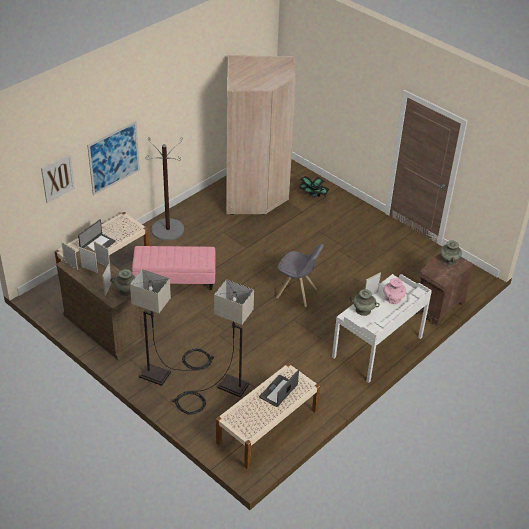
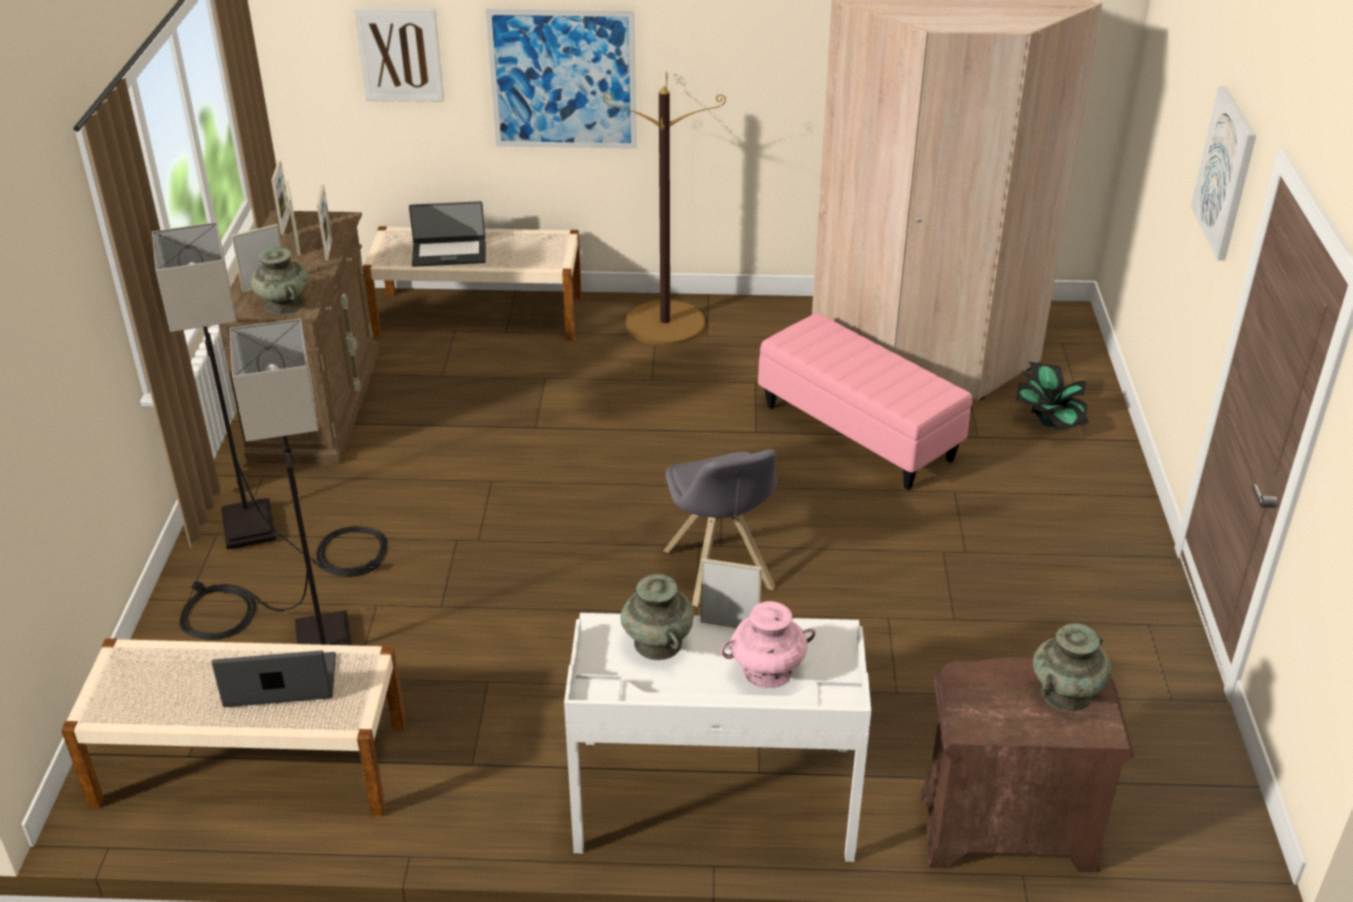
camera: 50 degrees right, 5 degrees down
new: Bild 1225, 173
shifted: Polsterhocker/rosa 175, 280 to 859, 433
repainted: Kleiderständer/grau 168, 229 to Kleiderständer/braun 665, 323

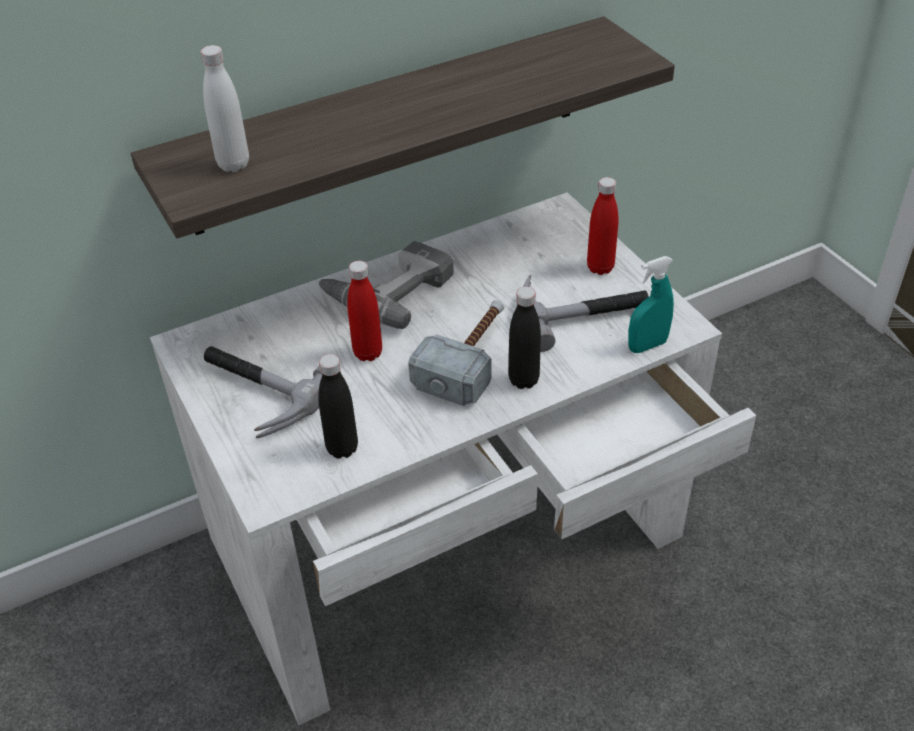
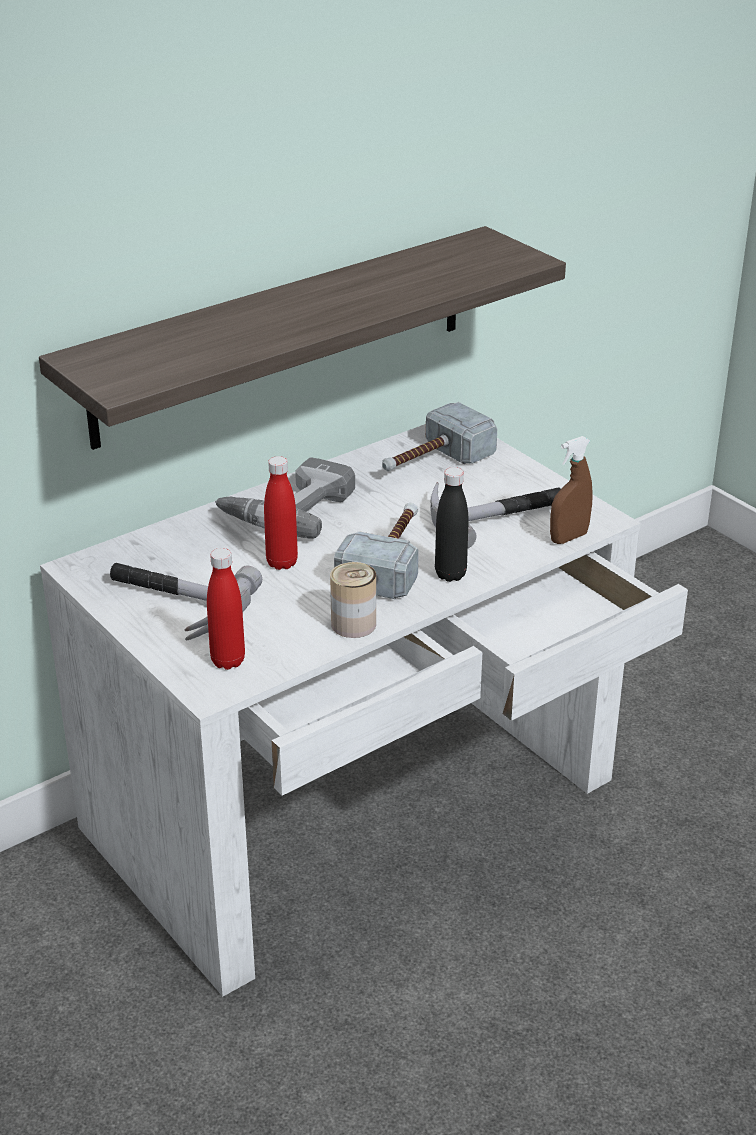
camera: 10 degrees left, 10 degrees down
gone: Flasche/weiß 233, 164; Flasche/schwarz 342, 448
new: Dose 353, 624; Hammer 432, 462
shifted: Flasche/rot 600, 268 to 228, 661
repainted: Sprühflasche/türkis 647, 346 to Sprühflasche/braun 568, 538

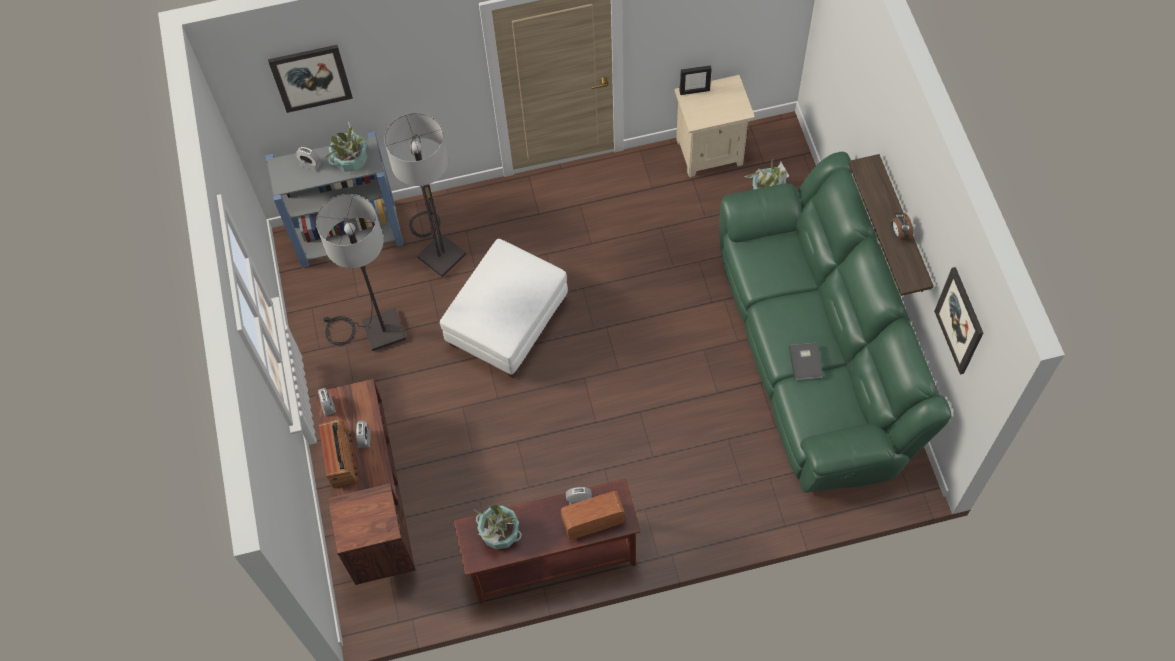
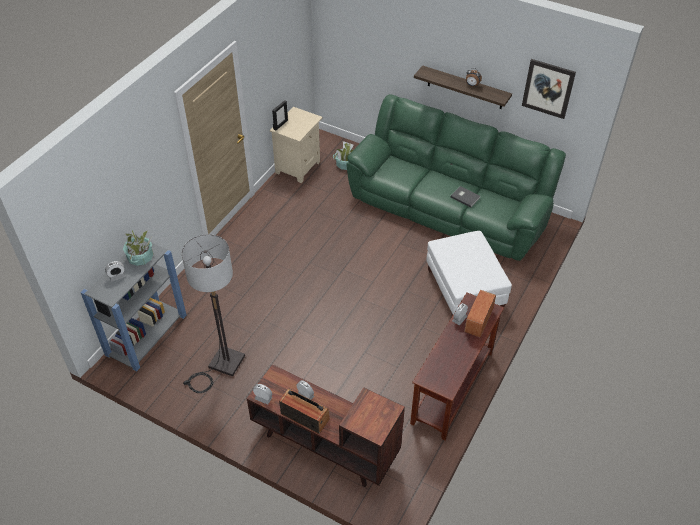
camera: 50 degrees left, 15 degrees down
gone: Bild 311, 78; Stehlampe 437, 247; Topfpflanze 500, 532
shifted: Polsterhocker/weiß 508, 323 to 464, 289

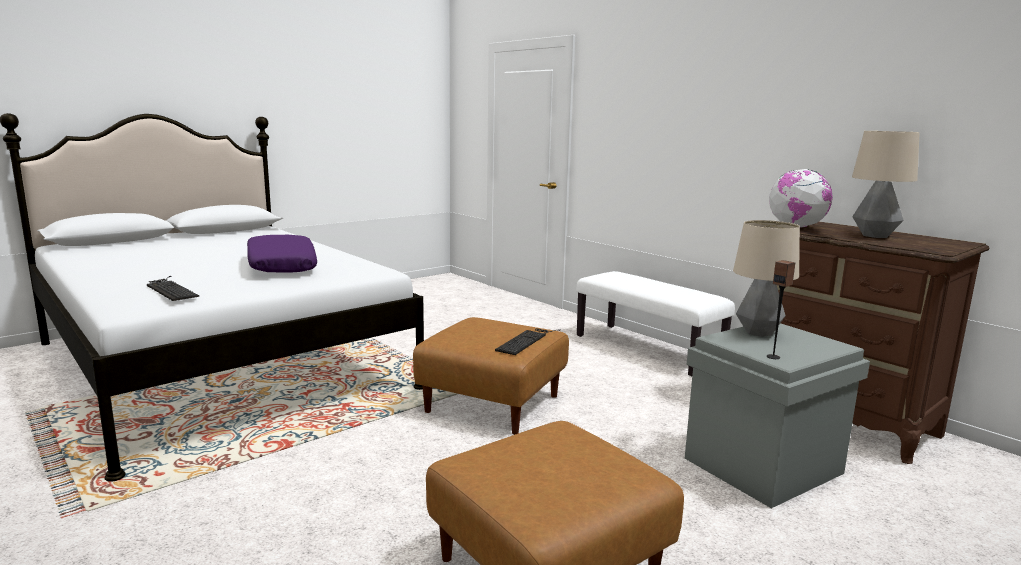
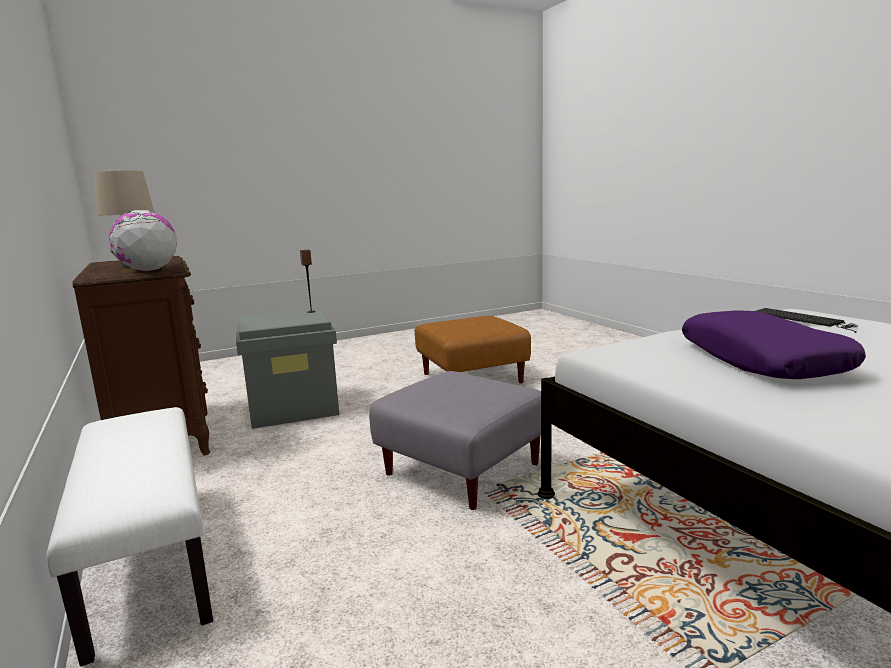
camera: 165 degrees left, 0 degrees up
gone: Tastatur 526, 340; Tischlampe 758, 332
repainted: Polsterhocker/braun 494, 403 to Polsterhocker/grau 461, 469

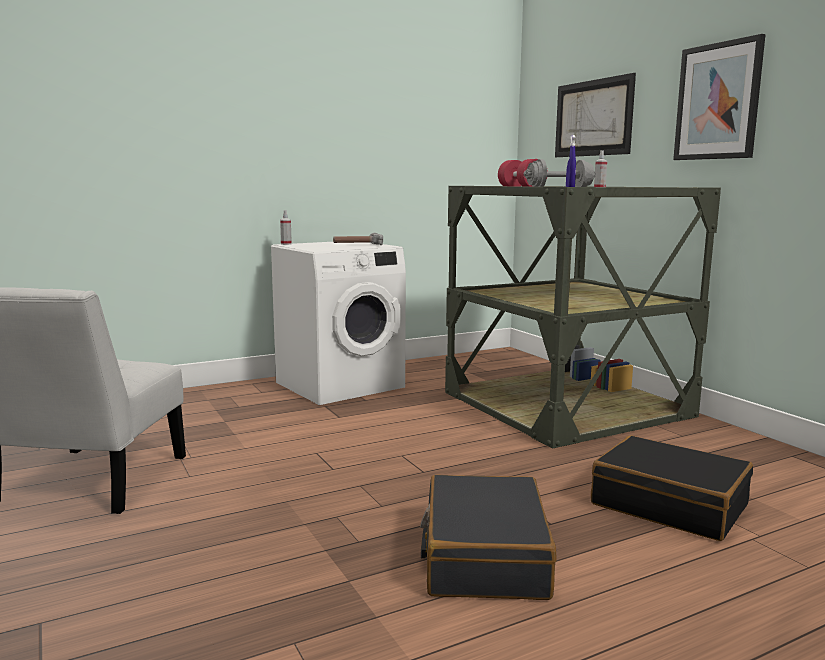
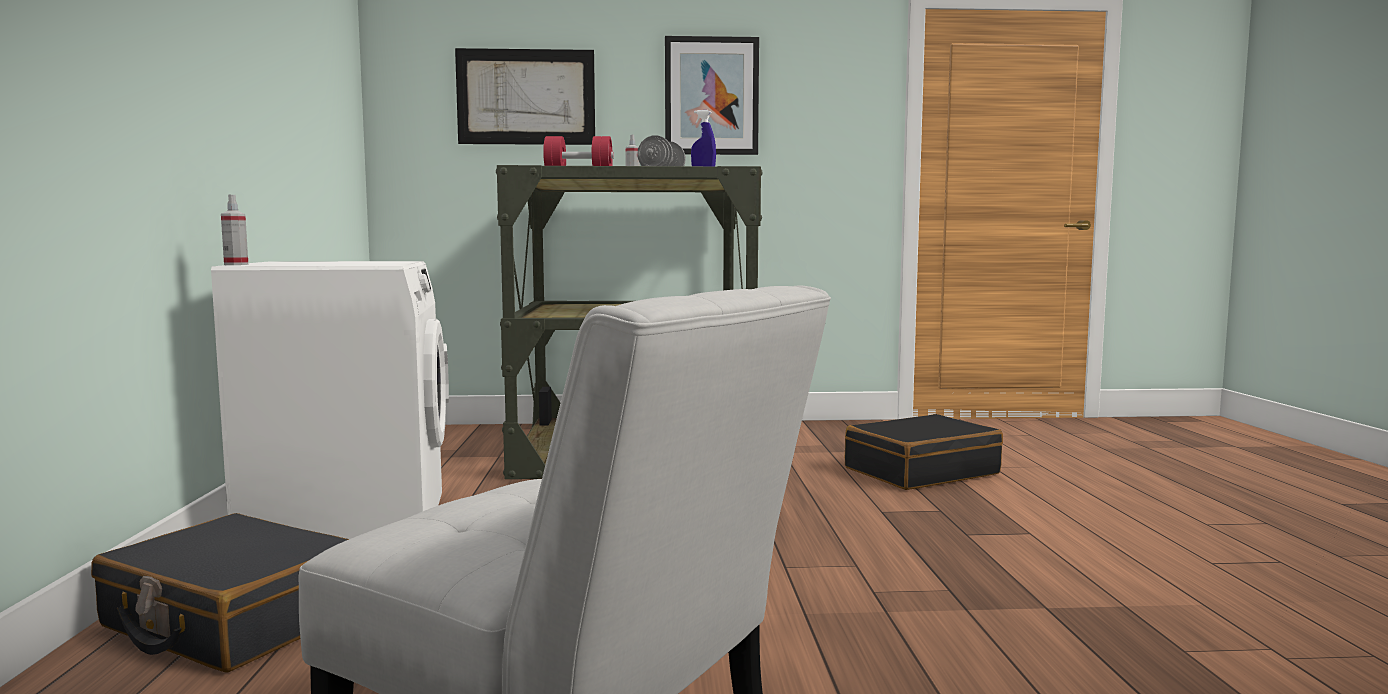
camera: 65 degrees left, 5 degrees down
gone: Hammer 360, 245
shifted: Koffer/schwarz 484, 556 to 232, 620

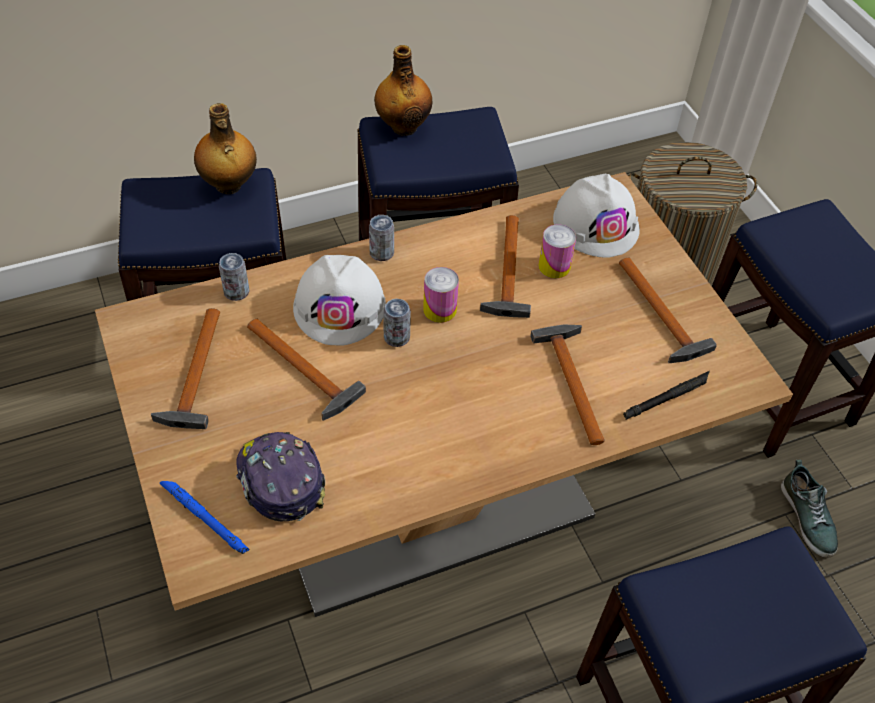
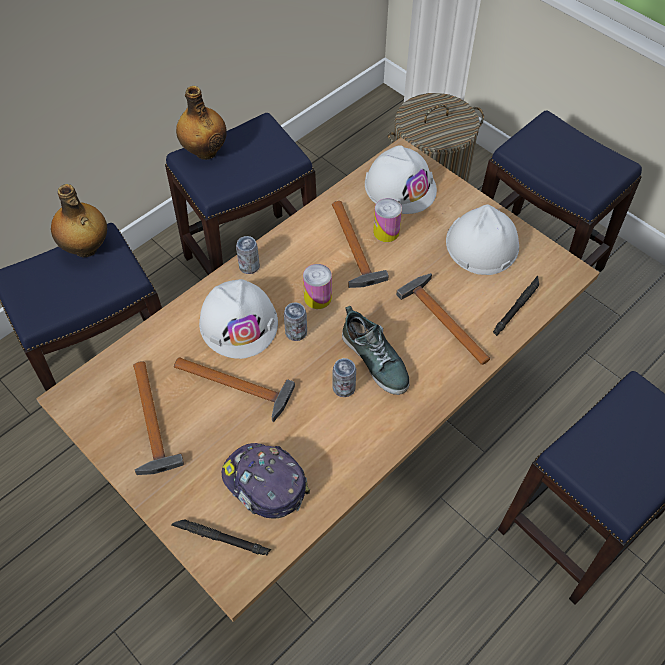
camera: 20 degrees left, 5 degrees up
shifted: Dose 236, 292 to 344, 388; Schuh 808, 517 to 375, 359
swapped: Hammer 661, 315 to Schutzhelm/weiß 481, 244
repainted: Taschenlampe/blau 204, 518 to Taschenlampe/schwarz 221, 538

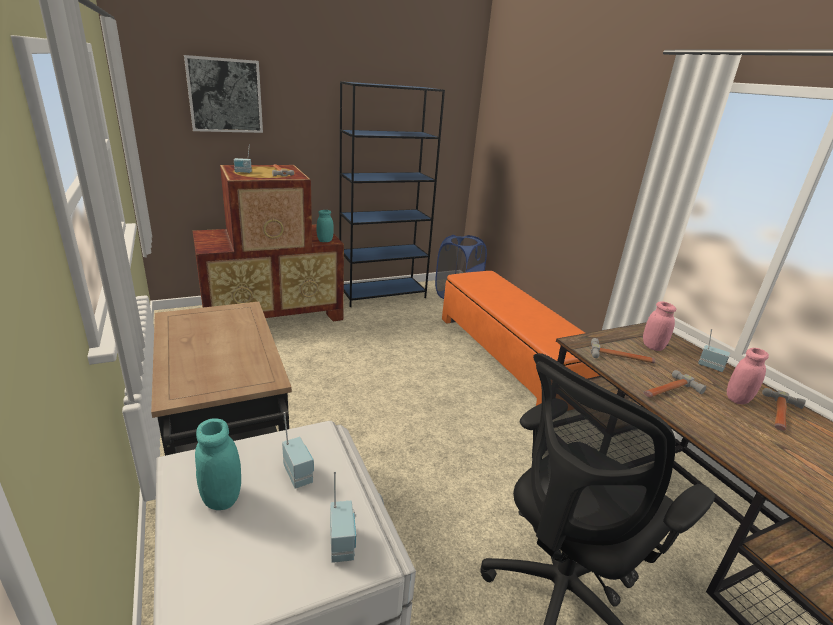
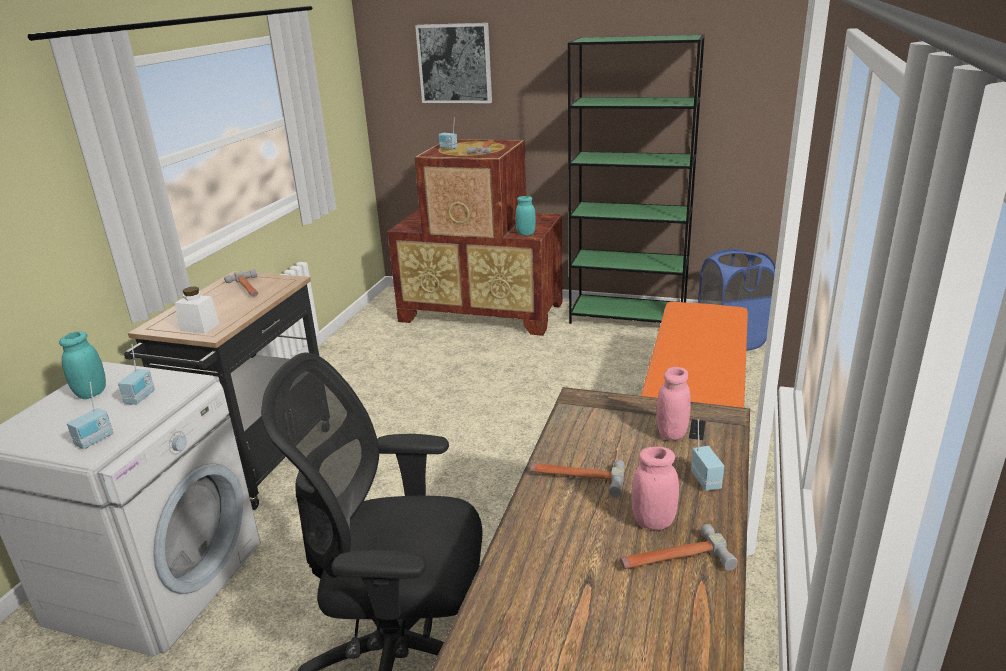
camera: 45 degrees right, 0 degrees up
new: Vorratsglas/weiß 200, 327
shifted: Hammer 621, 357 to 248, 288
repainted: Bücherregal/blau 383, 294 to Bücherregal/grün 628, 317

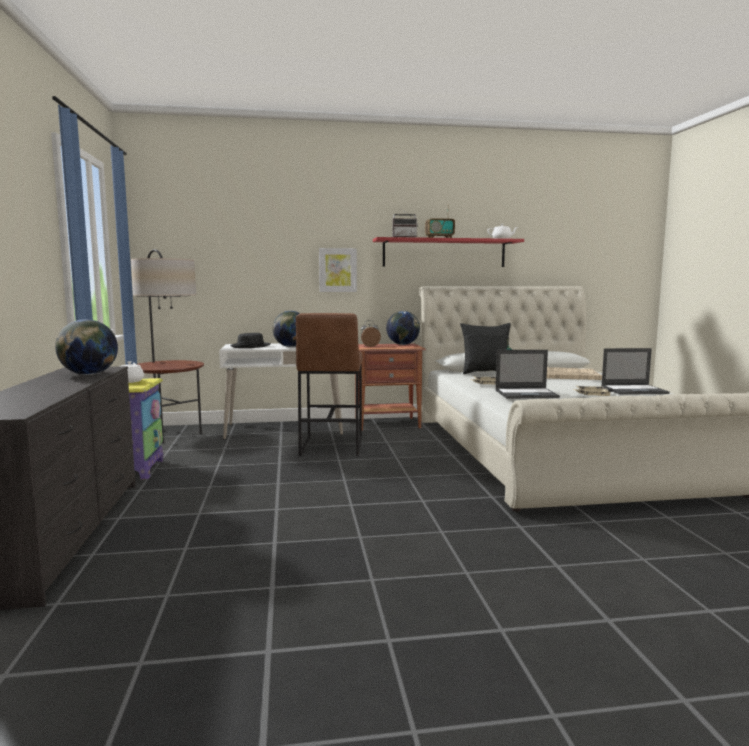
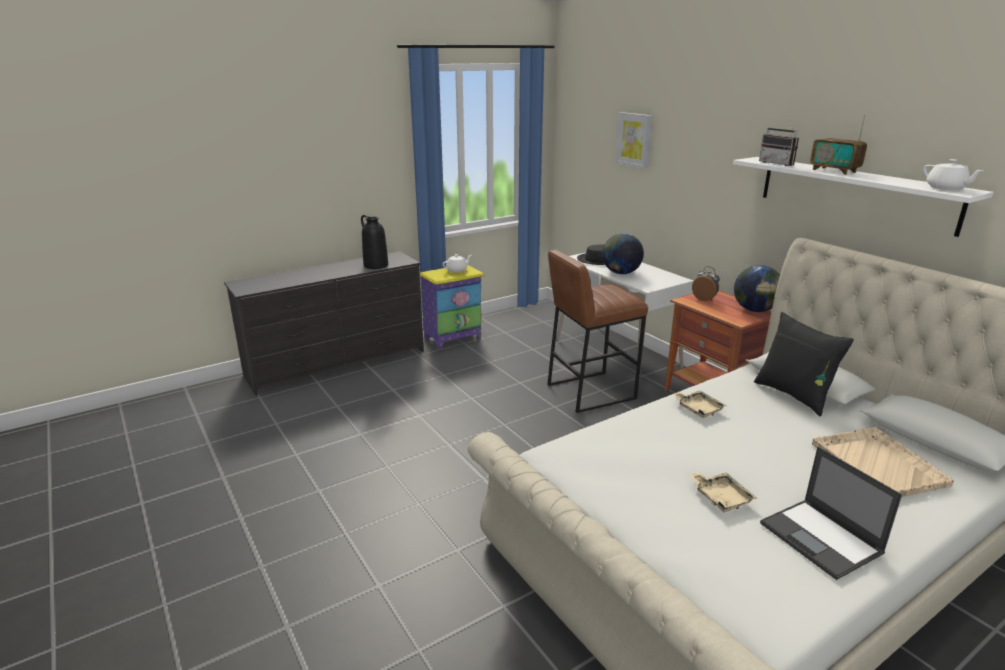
camera: 65 degrees right, 15 degrees up
gone: Stehlampe 171, 434; Laptop 527, 394
shifted: Bild 337, 270 to 634, 139
swapped: Globus 89, 374 to Vase/schwarz 375, 265
repainted: Wandregal/rot 444, 253 to Wandregal/weiß 854, 193

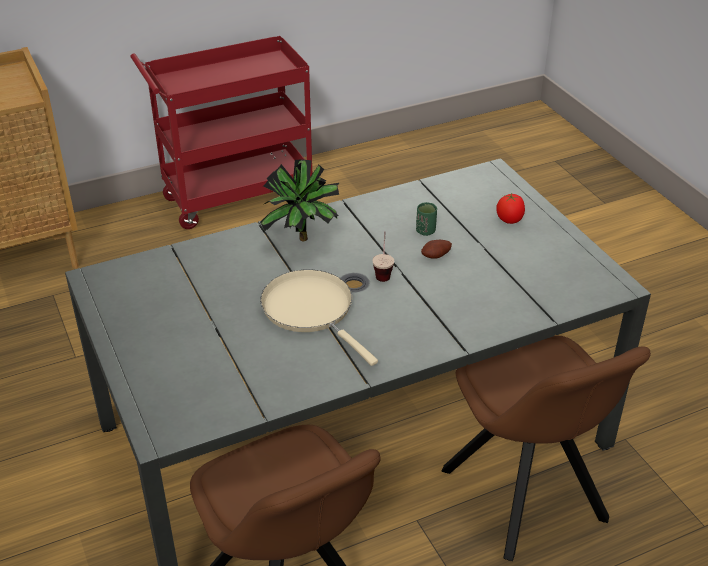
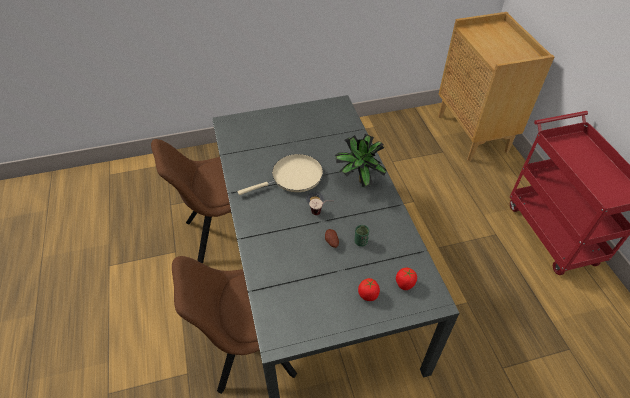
camera: 100 degrees right, 10 degrees up
new: Tomate 404, 284

